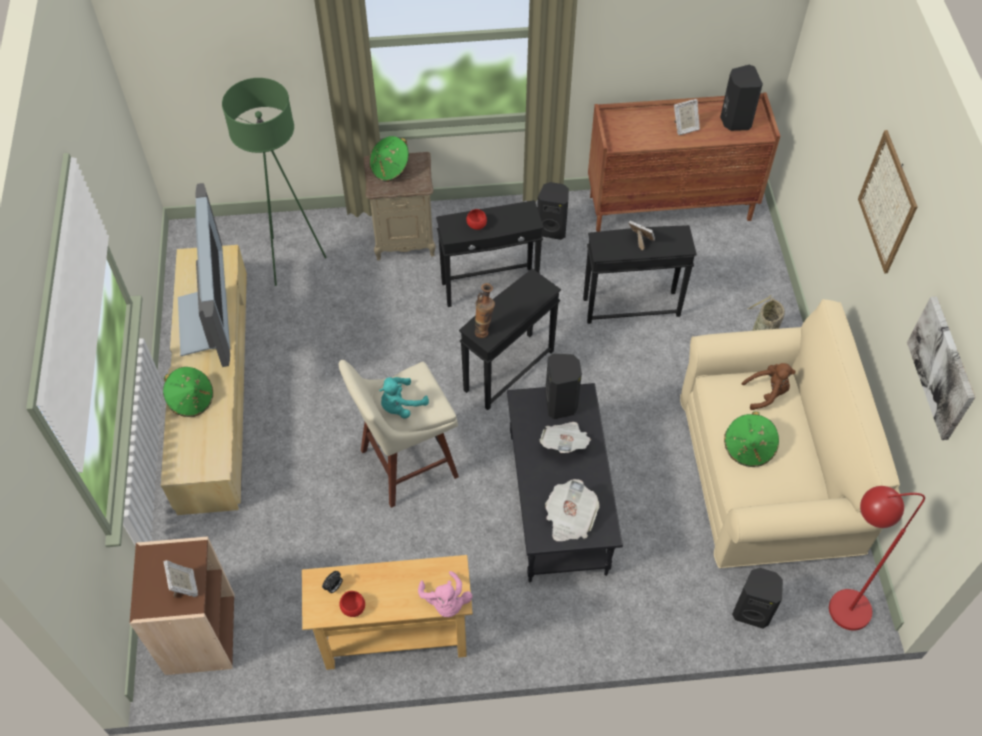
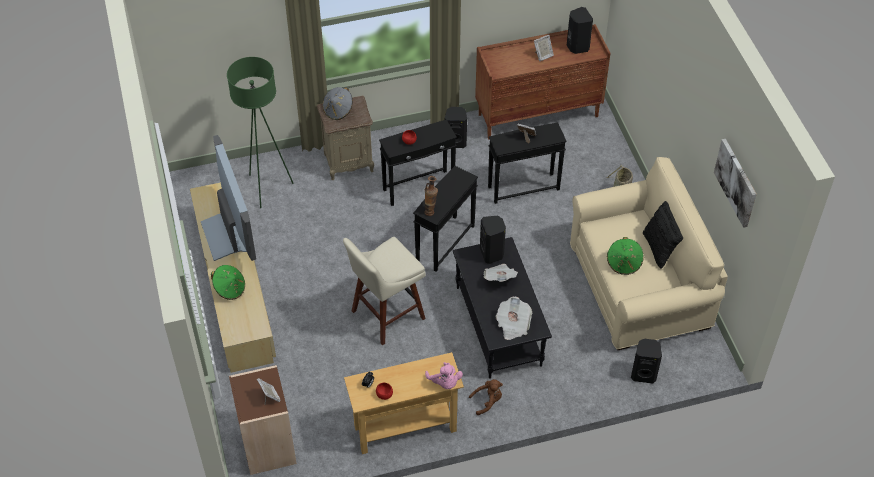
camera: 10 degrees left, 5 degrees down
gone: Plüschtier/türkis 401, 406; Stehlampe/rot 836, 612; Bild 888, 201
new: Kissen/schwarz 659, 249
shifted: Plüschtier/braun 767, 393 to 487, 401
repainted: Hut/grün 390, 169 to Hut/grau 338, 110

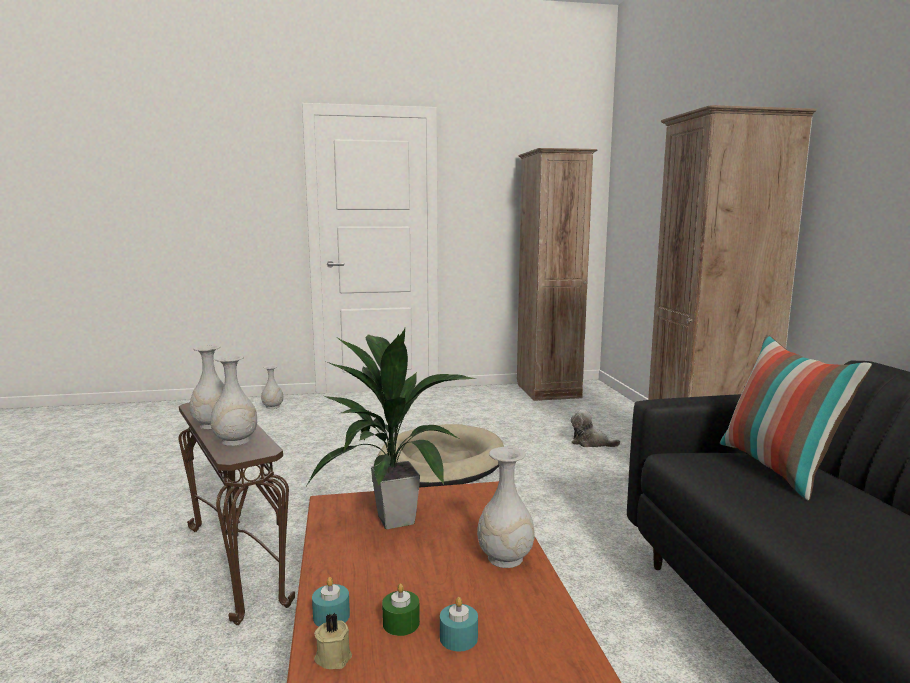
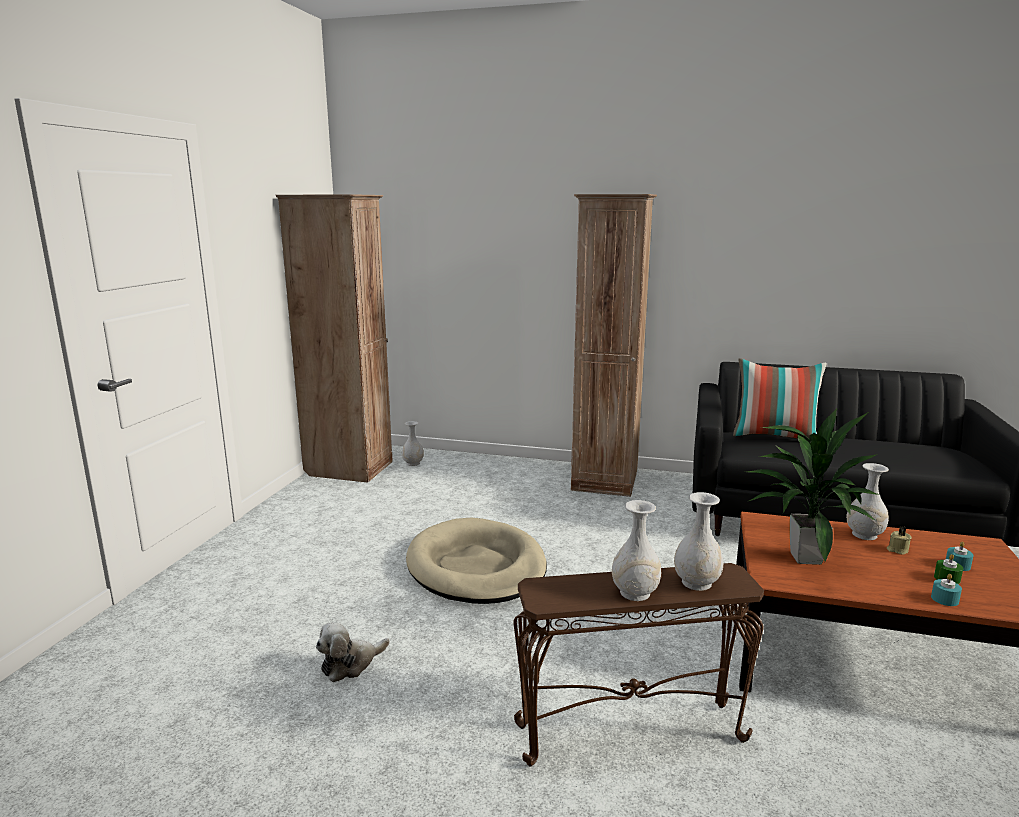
camera: 65 degrees left, 5 degrees up
shifted: Vase/weiß 273, 407 to 413, 463; Kerze/beige 333, 656 to 897, 550; Plüschtier 590, 443 to 350, 664

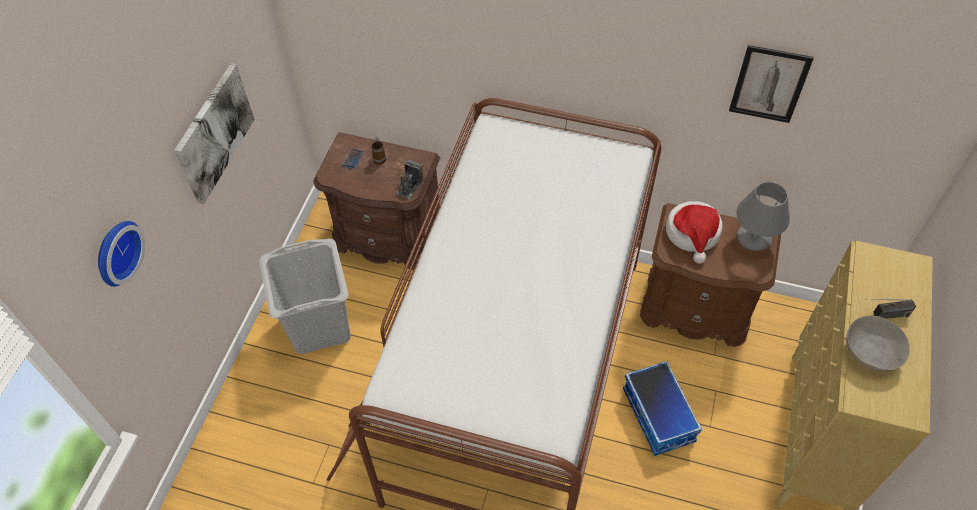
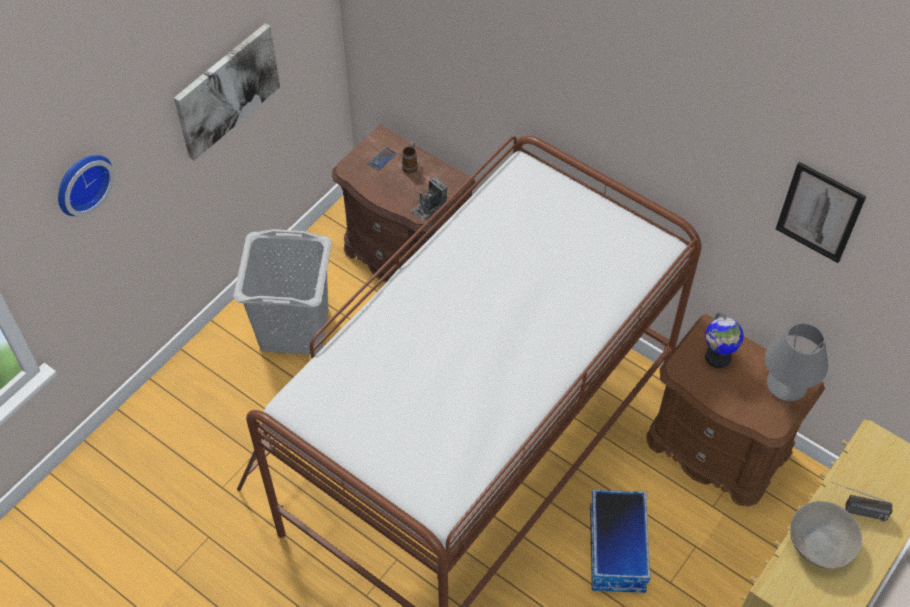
camera: 20 degrees right, 0 degrees up
swapped: Hut 693, 234 to Globus 717, 357

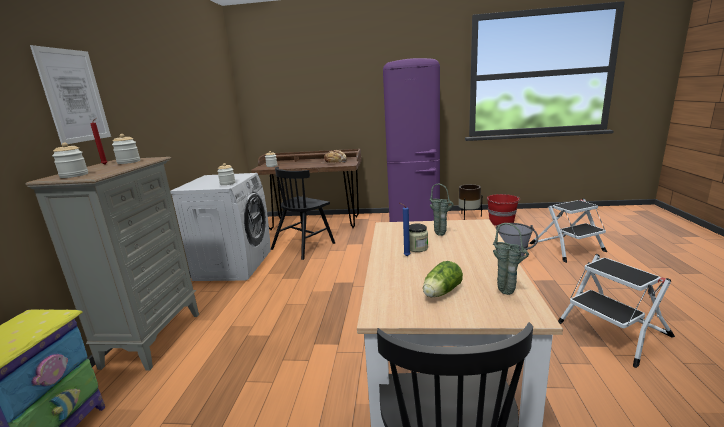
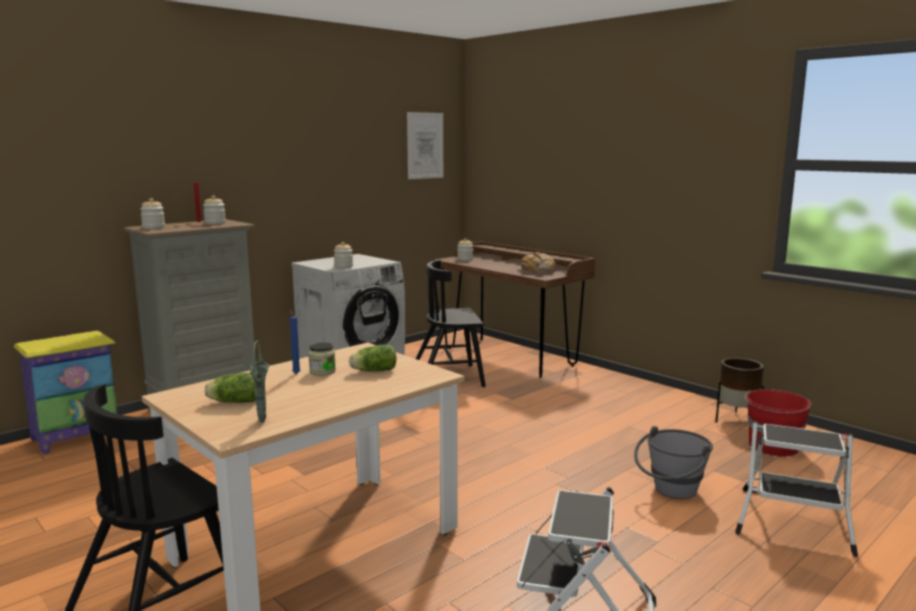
camera: 40 degrees right, 5 degrees down
gone: Kühlschrank/lila 414, 220
shifted: Bild 74, 96 to 425, 145
swapped: Vase/grün 441, 235 to Salatkopf 372, 371

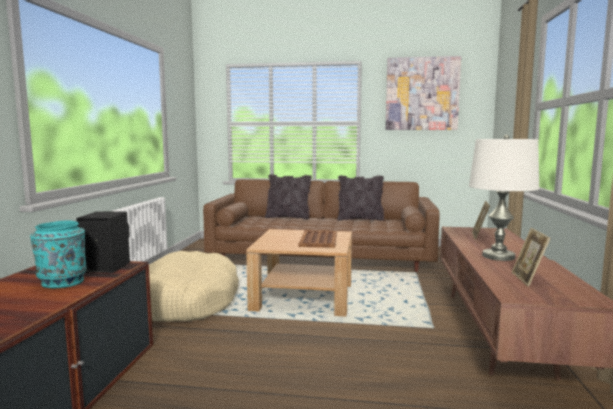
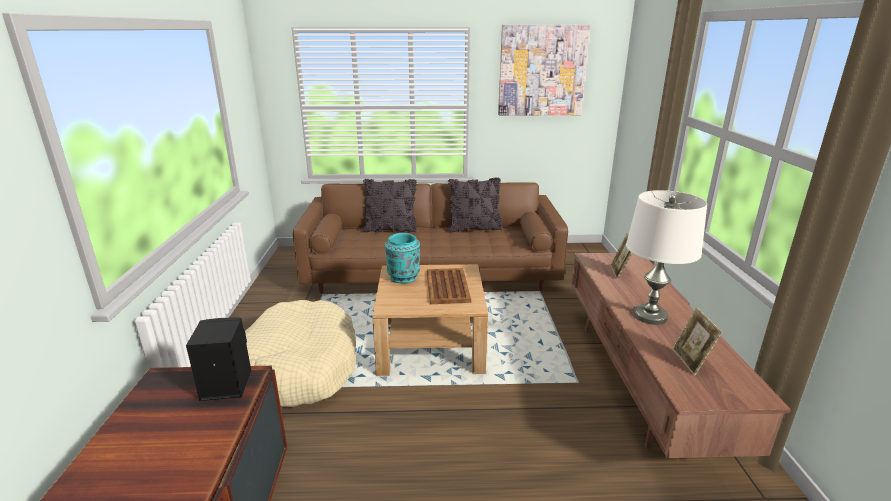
camera: 10 degrees left, 15 degrees up
shifted: Vase/türkis 62, 282 to 403, 277

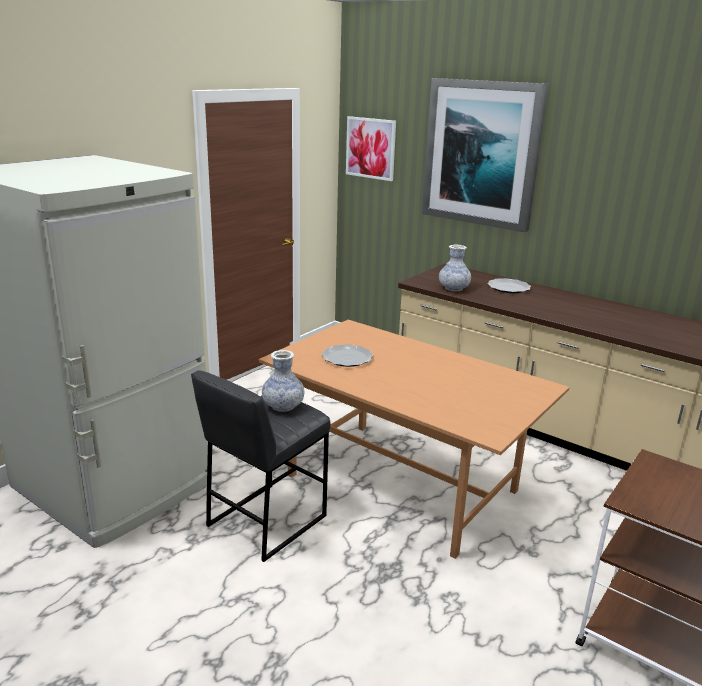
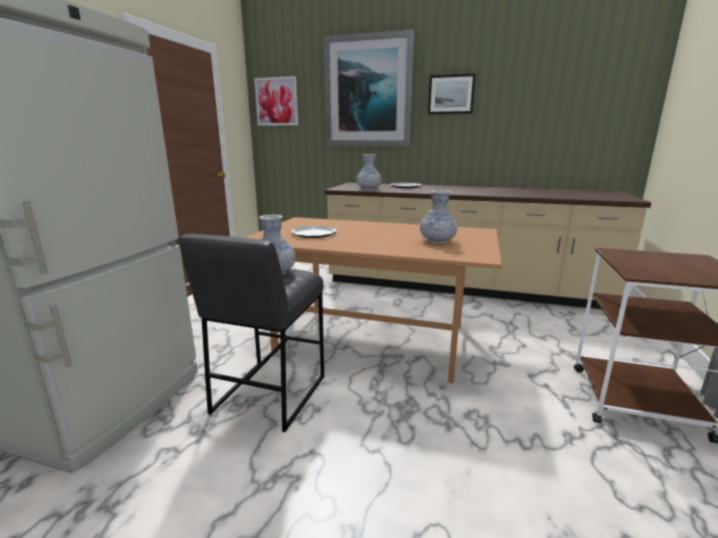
camera: 20 degrees left, 5 degrees down
new: Vase 437, 241; Bild 451, 94

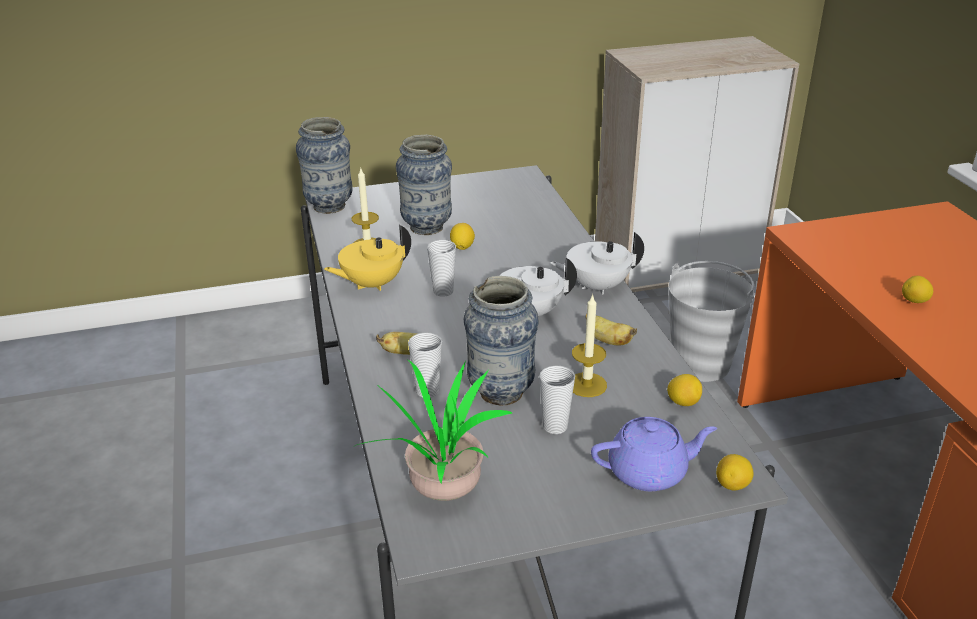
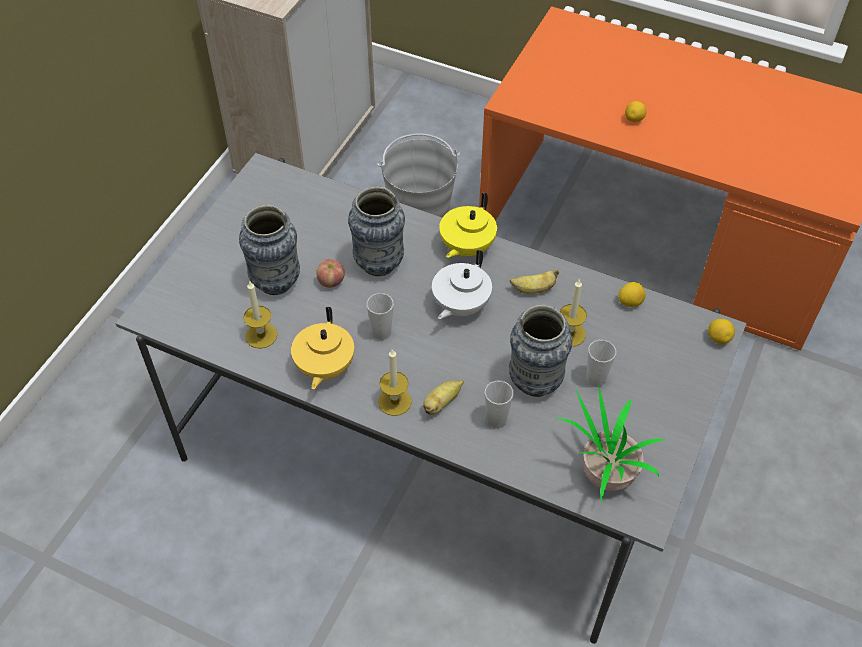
camera: 50 degrees left, 20 degrees up
gone: Teekanne/lila 649, 472
new: Kerze 394, 401
shifted: Vase 329, 206 to 379, 264
swapped: Zitrone 462, 247 to Apfel 331, 281
repainted: Teekanne/weiß 596, 286 to Teekanne/gelb 466, 247

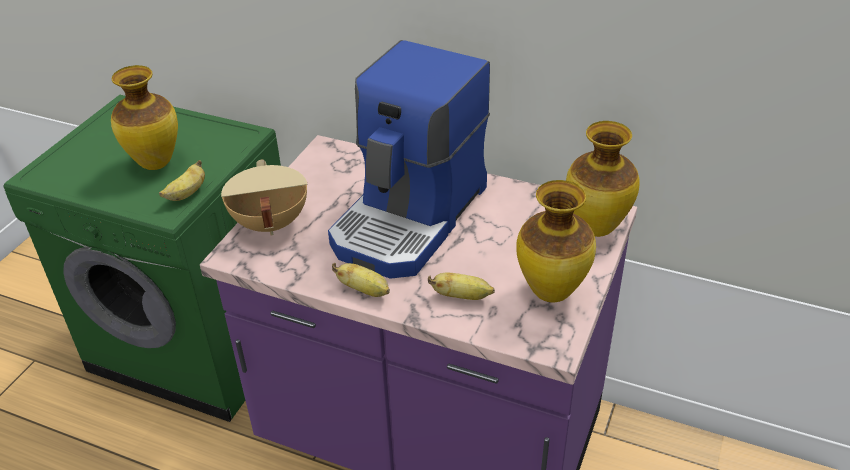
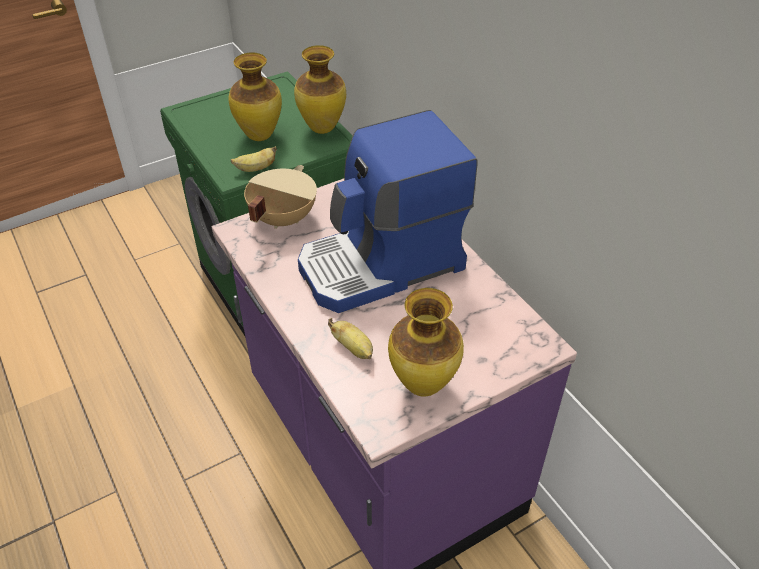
camera: 35 degrees right, 5 degrees up
gone: Banane 365, 290
shifted: Vase 594, 228 to 321, 128

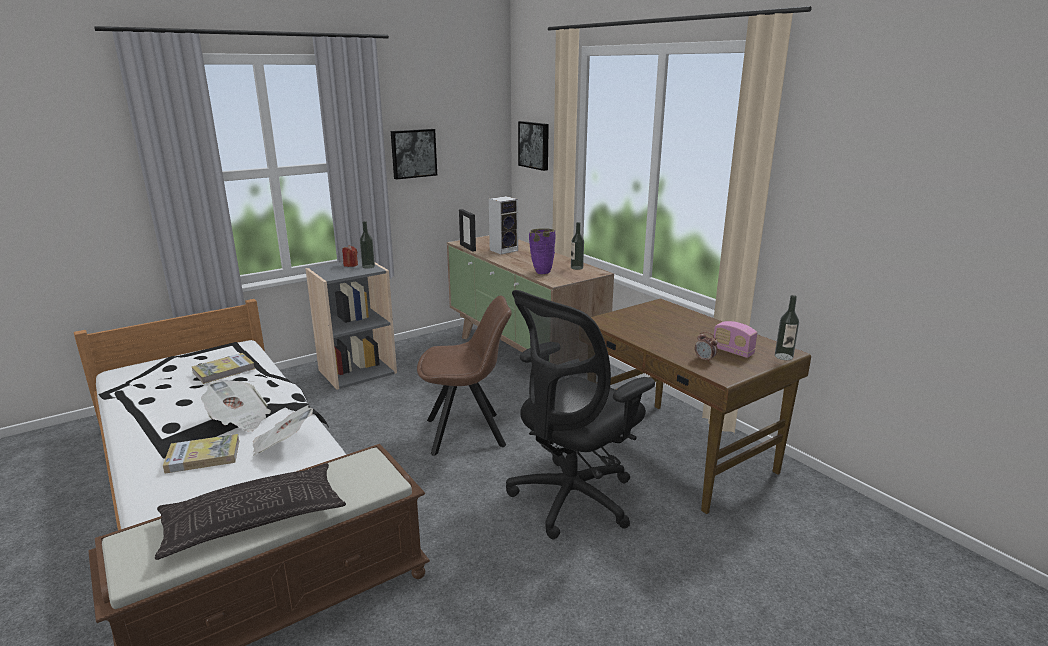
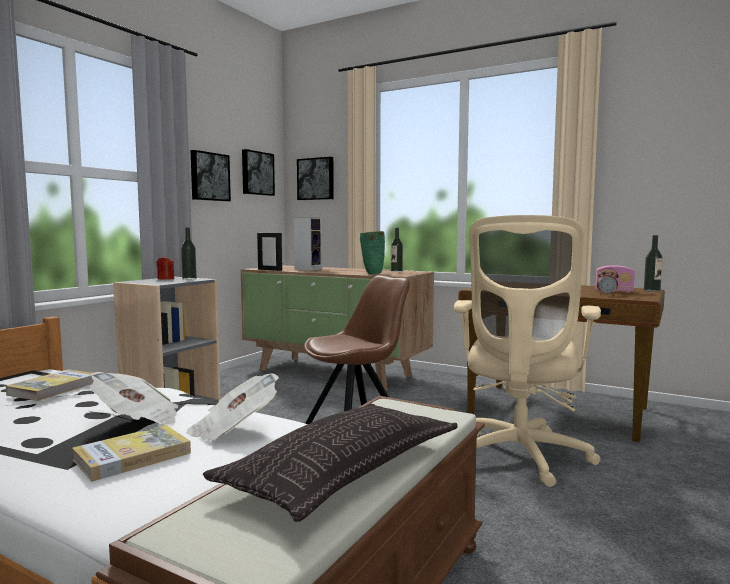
camera: 25 degrees left, 15 degrees down
new: Bild 256, 173
repainted: Bürostuhl/schwarz 575, 493 to Bürostuhl/beige 520, 451; Vase/lila 542, 272 to Vase/grün 372, 273

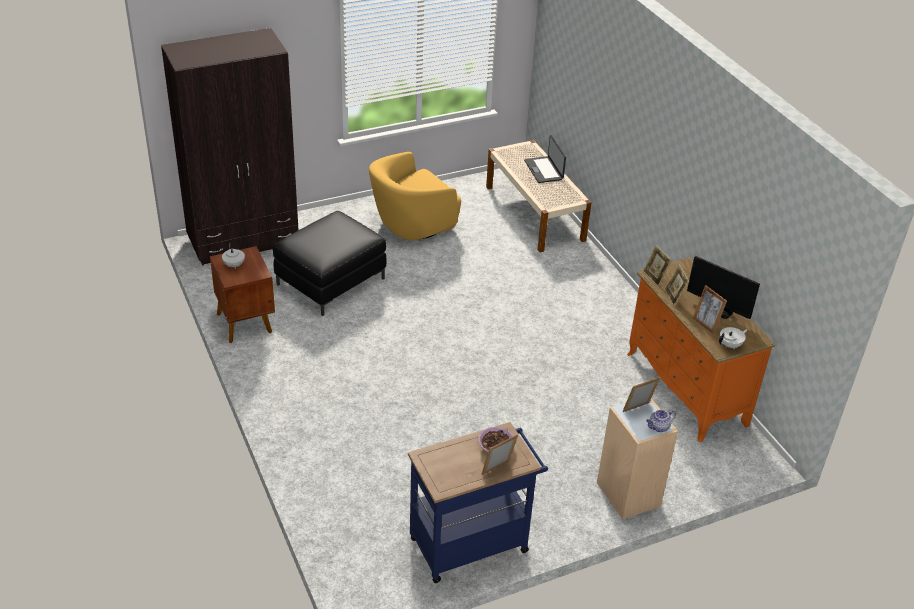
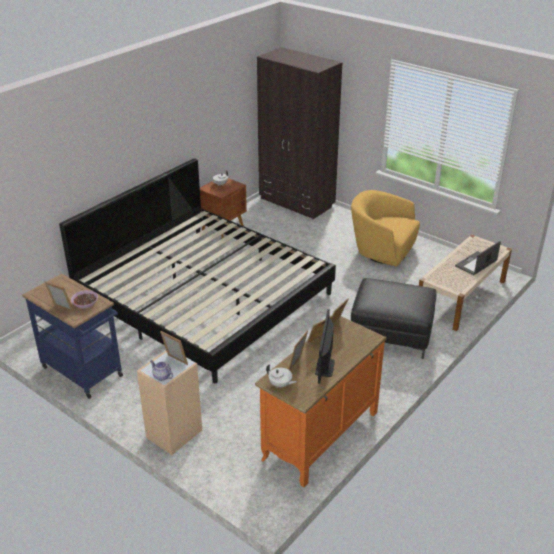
camera: 65 degrees right, 5 degrees down
new: Bett 205, 297
shifted: Polsterhocker/schwarz 330, 281 to 391, 334

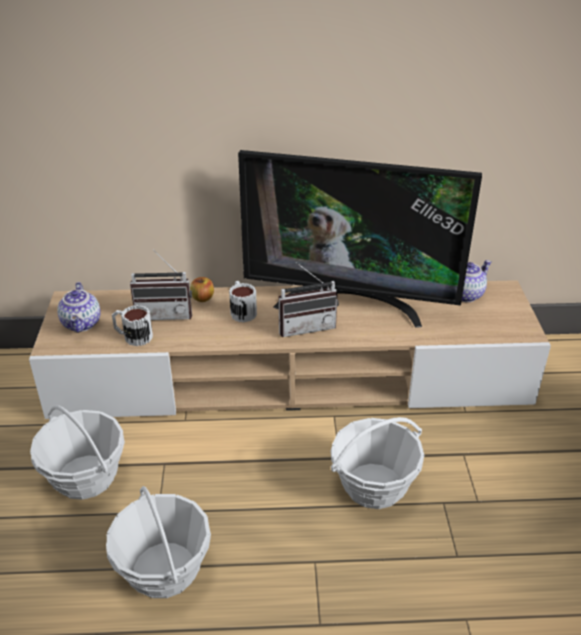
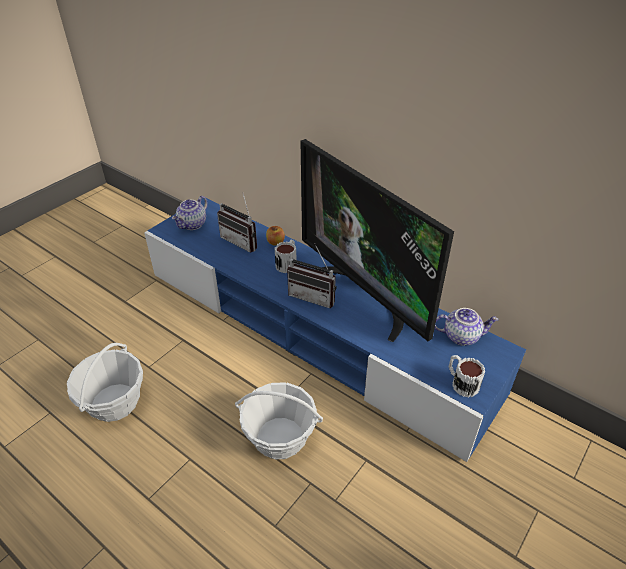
camera: 40 degrees right, 5 degrees up
gone: Korb 85, 477
shifted: Henkelbecher 133, 336 to 461, 382
repainted: Fernsehschrank/beige 291, 379 to Fernsehschrank/blau 313, 331

